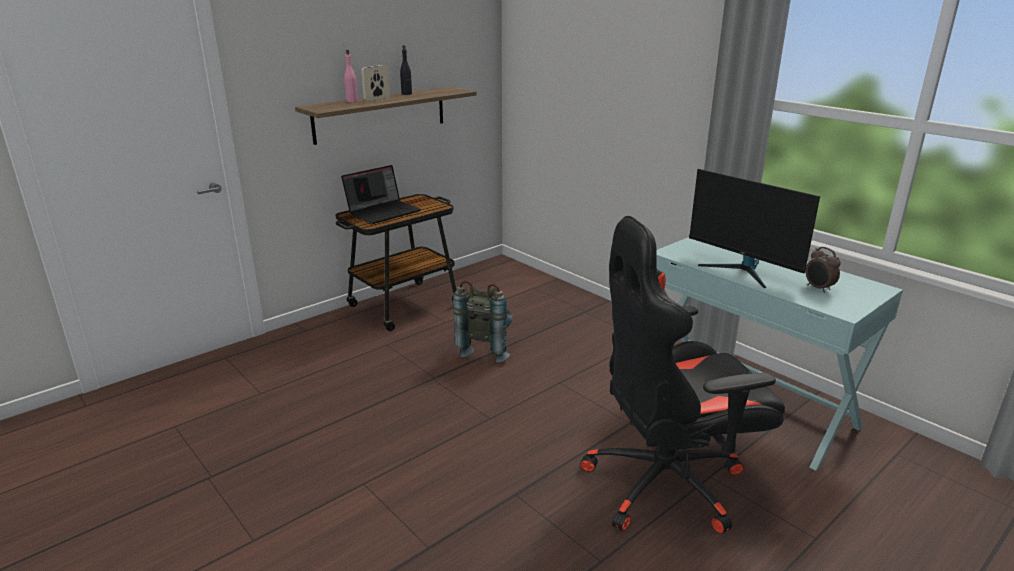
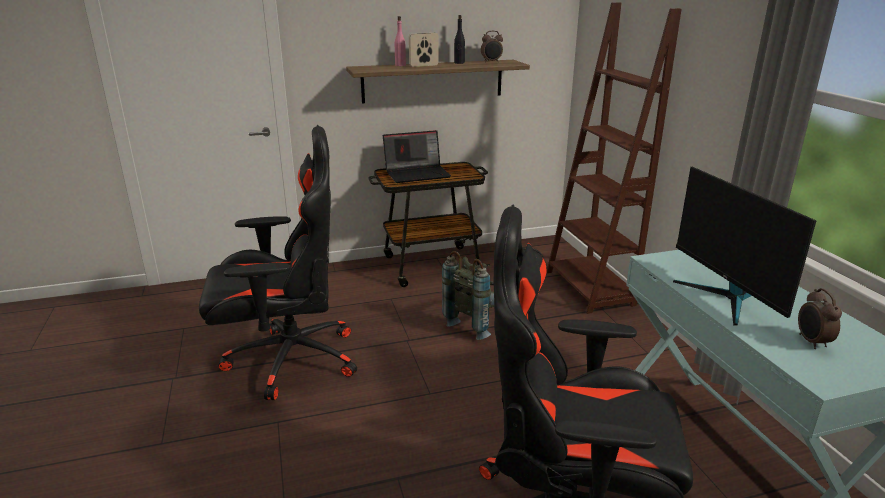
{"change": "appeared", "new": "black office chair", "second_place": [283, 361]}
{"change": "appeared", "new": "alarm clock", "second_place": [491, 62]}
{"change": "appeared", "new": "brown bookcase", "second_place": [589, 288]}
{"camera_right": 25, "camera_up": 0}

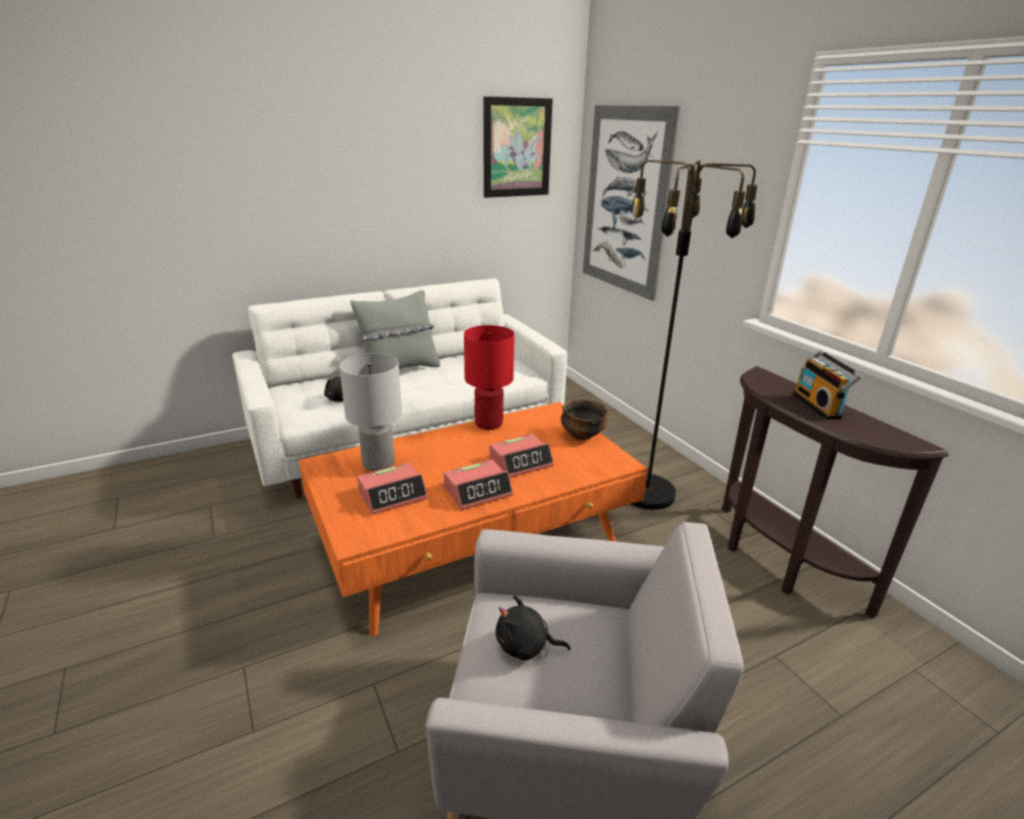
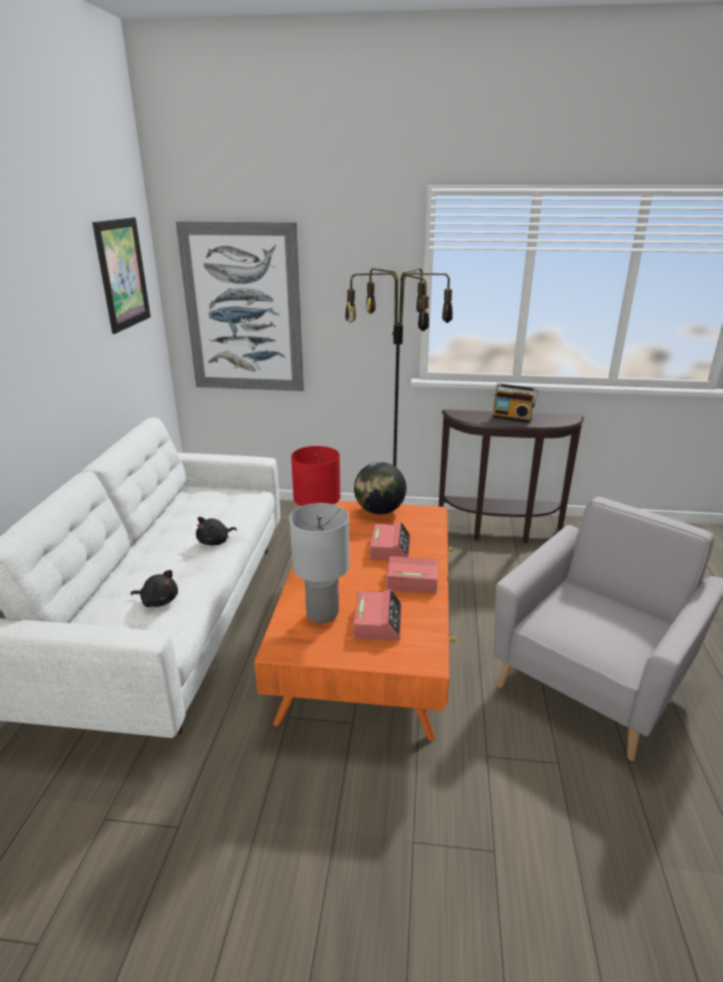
{"change": "missing", "old": "grey pillow", "first_place": [399, 369]}
{"change": "spun", "old": "alarm clock", "first_place": [478, 491], "second_place": [411, 580], "degrees": -90}
{"change": "relocated", "old": "black plush toy", "first_place": [526, 646], "second_place": [215, 541]}
{"change": "exchanged", "old": "bowl", "new": "globe", "first_place": [582, 435], "second_place": [379, 511]}
{"camera_right": -55, "camera_up": 0}

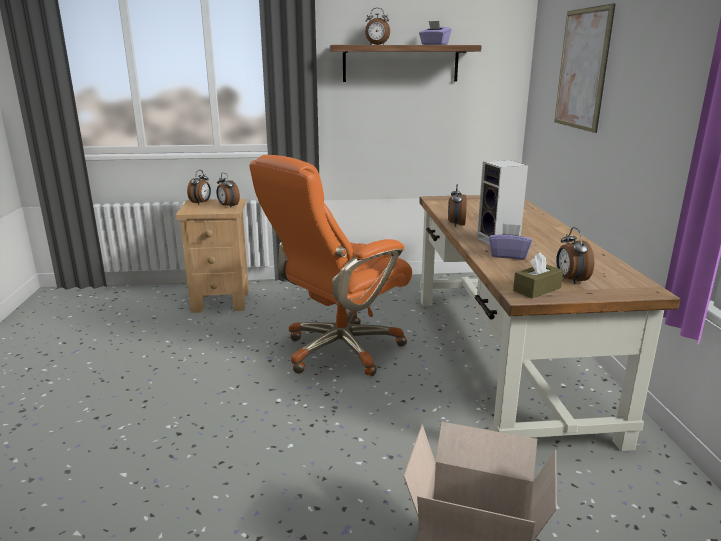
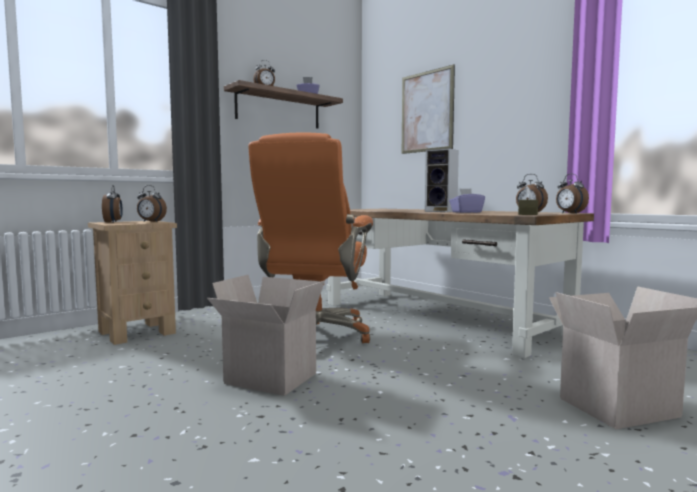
{"change": "relocated", "old": "alarm clock", "first_place": [456, 224], "second_place": [569, 213]}
{"change": "appeared", "new": "cardboard box", "second_place": [268, 379]}
{"camera_right": -35, "camera_up": -15}

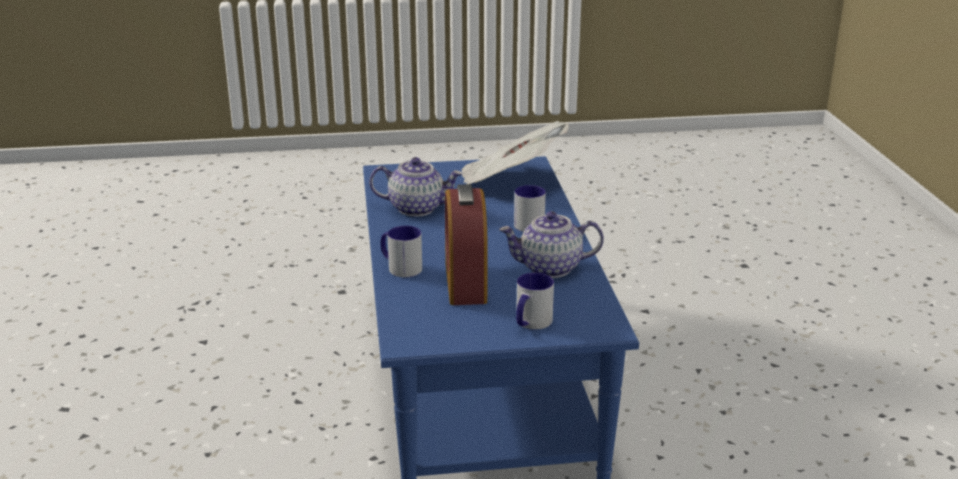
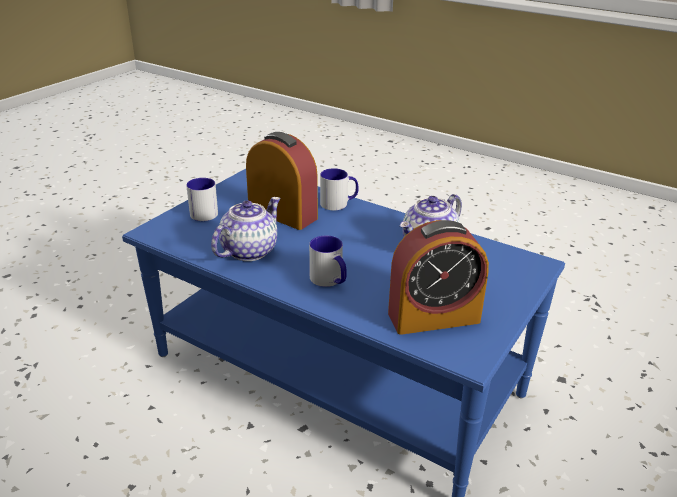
{"change": "exchanged", "old": "newspaper", "new": "alarm clock", "first_place": [509, 181], "second_place": [433, 317]}
{"camera_right": 130, "camera_up": 5}

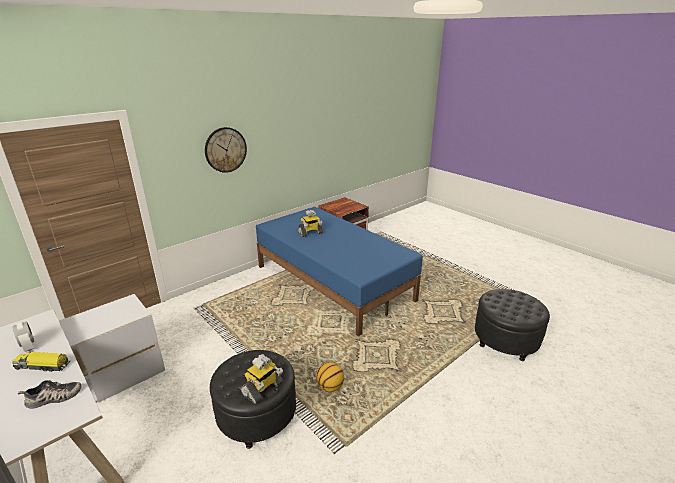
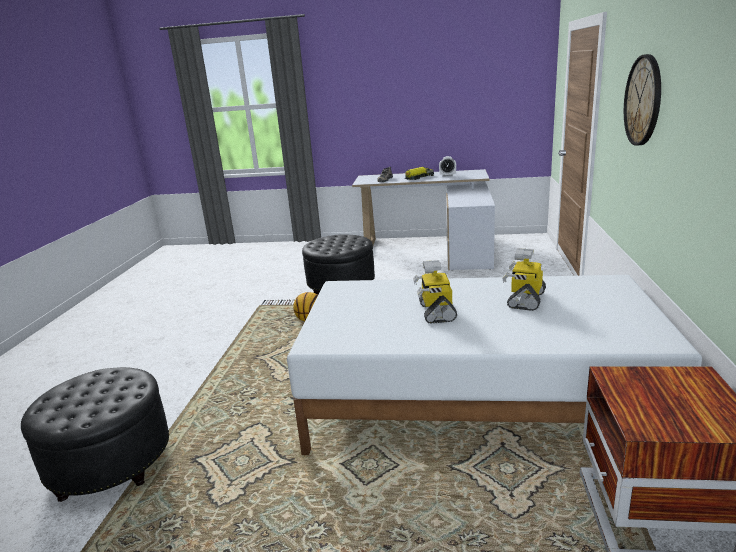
{"change": "relocated", "old": "toy robot", "first_place": [262, 389], "second_place": [436, 312]}
{"change": "colour", "old": "blue bed", "new": "white bed", "first_place": [333, 282], "second_place": [477, 405]}
{"camera_right": 140, "camera_up": -5}

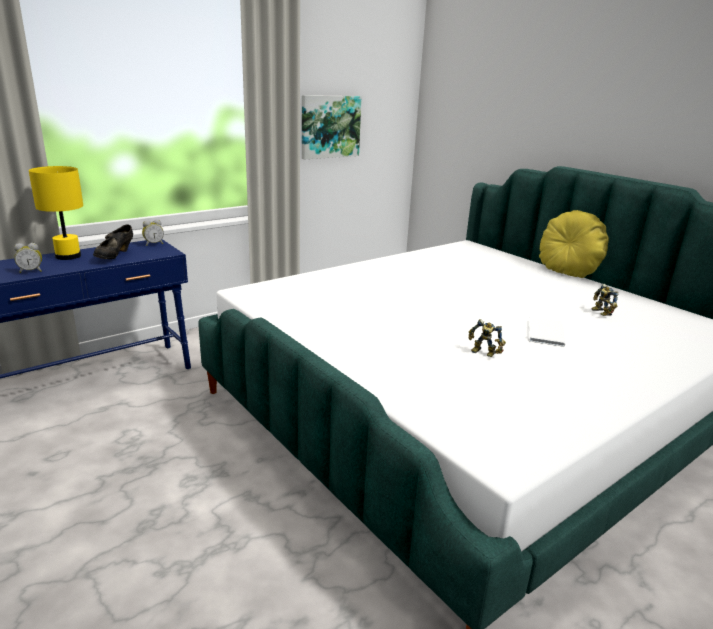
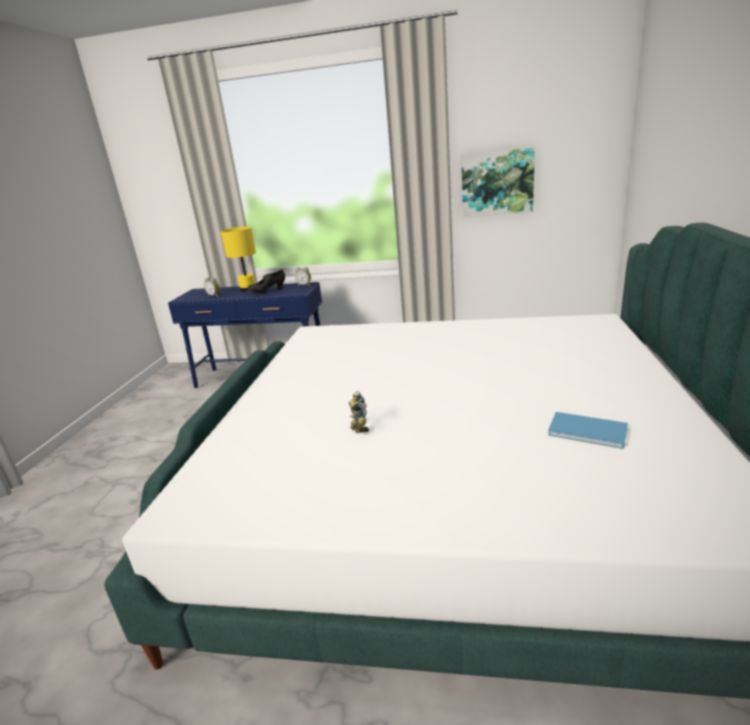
{"change": "missing", "old": "white book", "first_place": [544, 333]}
{"change": "missing", "old": "yellow pillow", "first_place": [567, 273]}
{"change": "exchanged", "old": "toy robot", "new": "blue book", "first_place": [600, 312], "second_place": [589, 432]}
{"camera_right": 50, "camera_up": 0}

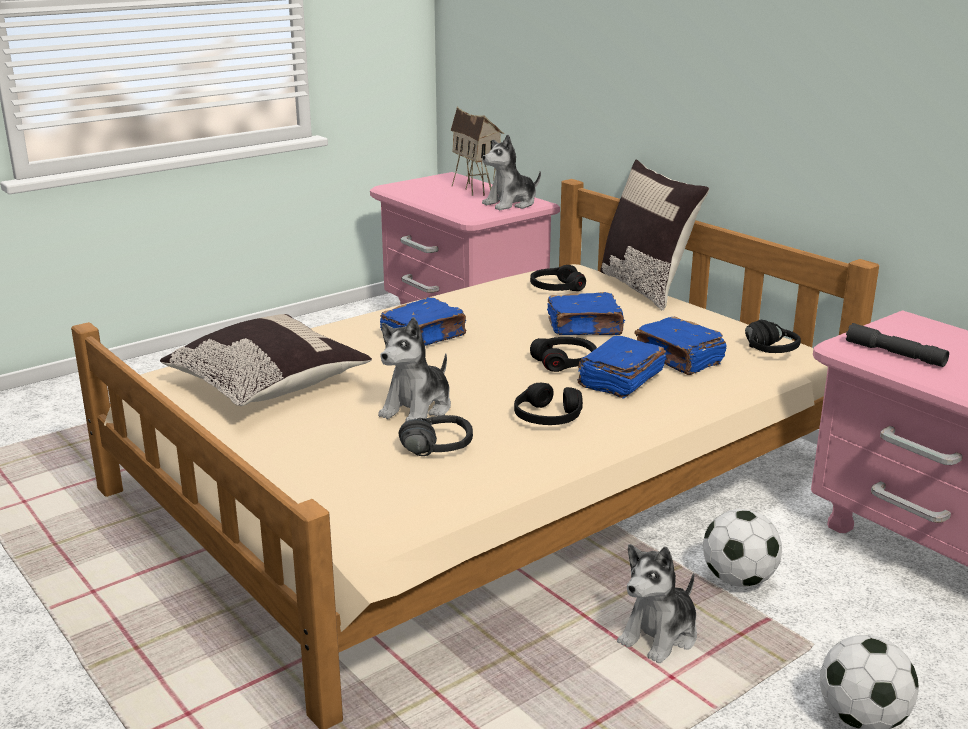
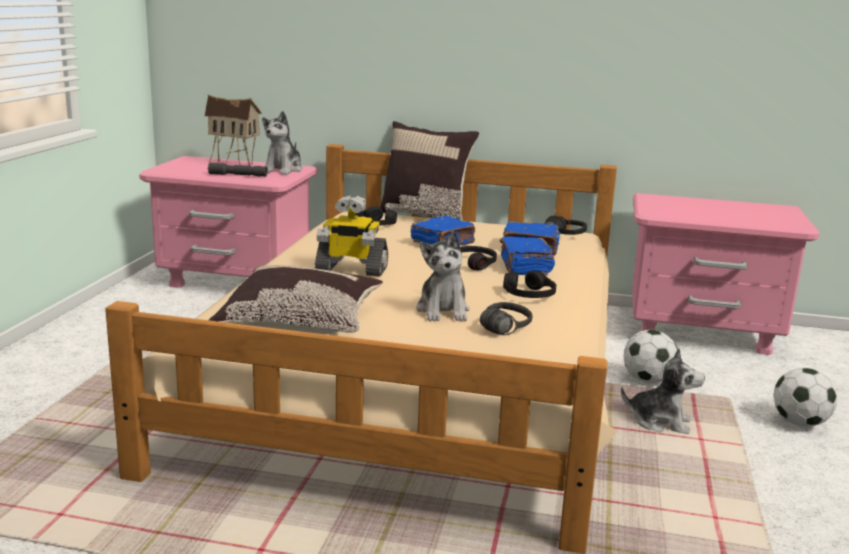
{"change": "exchanged", "old": "blue book", "new": "toy robot", "first_place": [424, 337], "second_place": [351, 269]}
{"change": "spun", "old": "plush toy", "first_place": [660, 636], "second_place": [660, 422], "degrees": -75}
{"change": "relocated", "old": "grey flashlight", "first_place": [895, 354], "second_place": [238, 175]}
{"camera_right": -40, "camera_up": -5}

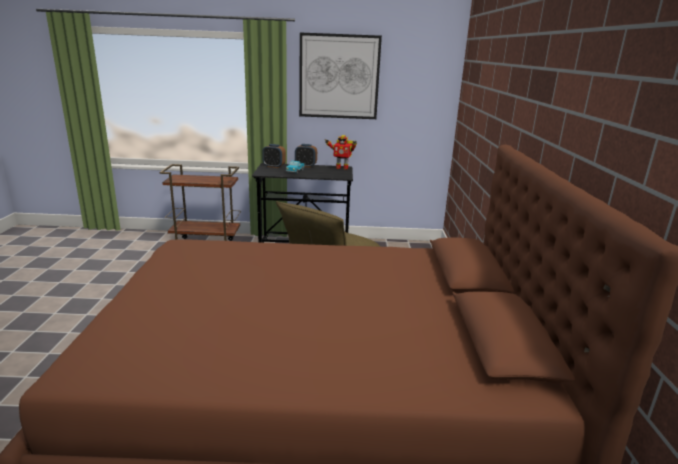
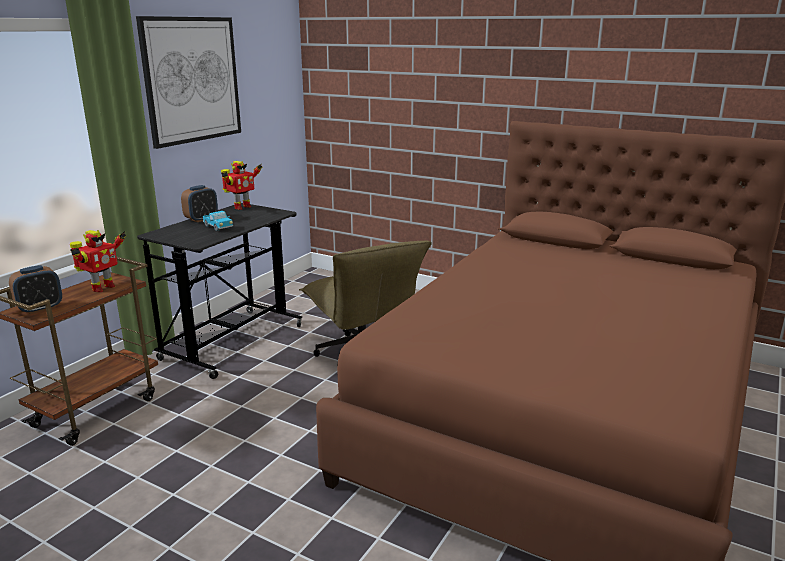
{"change": "relocated", "old": "alarm clock", "first_place": [274, 166], "second_place": [40, 308]}
{"change": "appeared", "new": "toy robot", "second_place": [101, 288]}
{"camera_right": -60, "camera_up": 0}

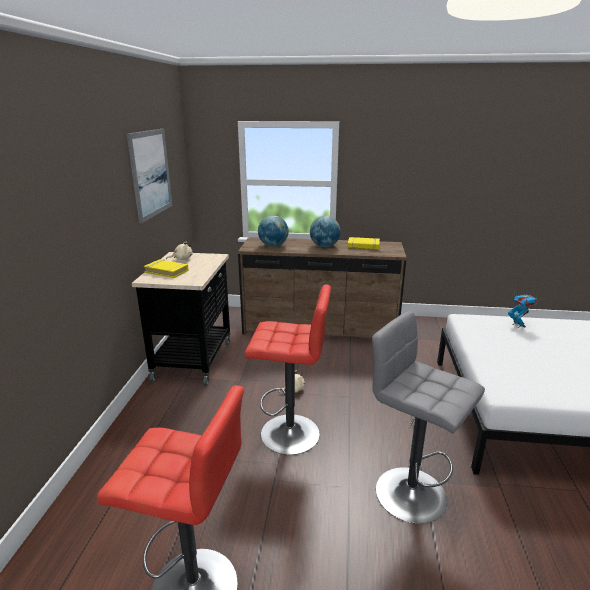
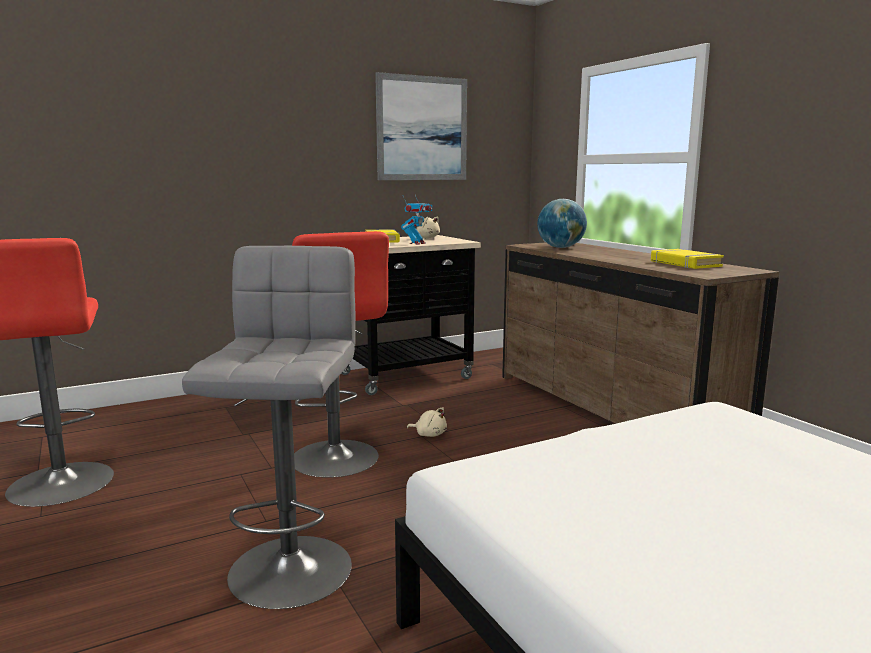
{"change": "missing", "old": "globe", "first_place": [324, 246]}
{"change": "relocated", "old": "toy robot", "first_place": [518, 325], "second_place": [417, 243]}
{"camera_right": 55, "camera_up": -10}

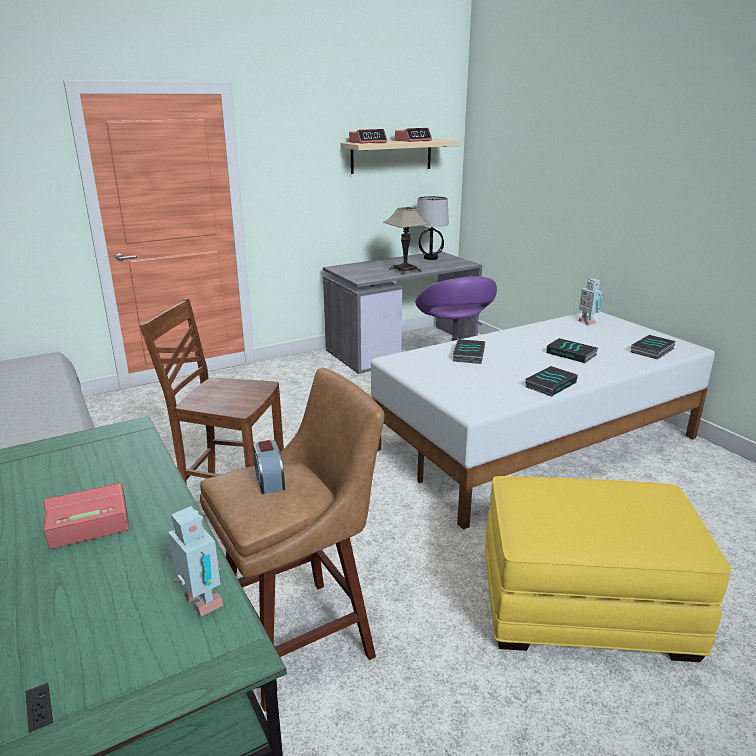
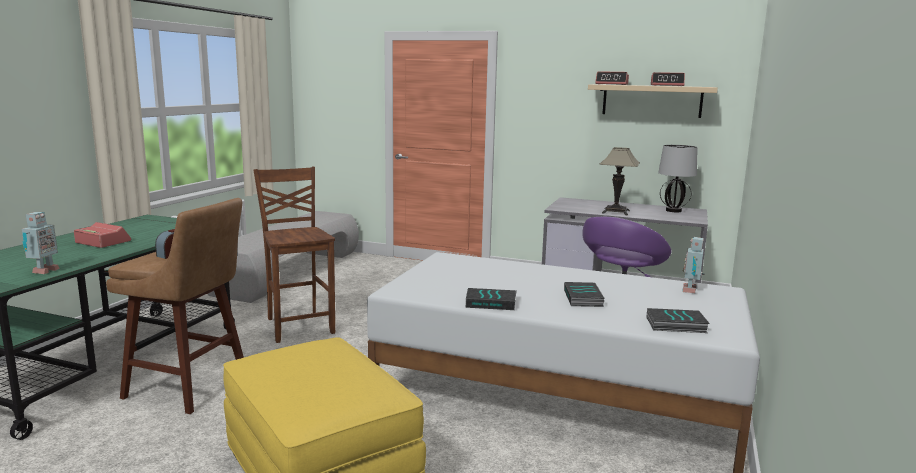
{"change": "missing", "old": "book", "first_place": [468, 354]}
{"camera_right": 50, "camera_up": -10}

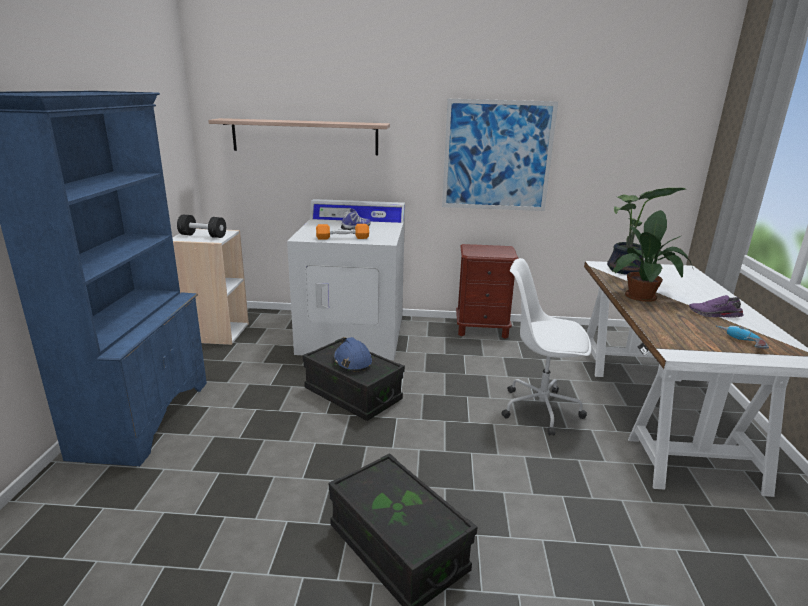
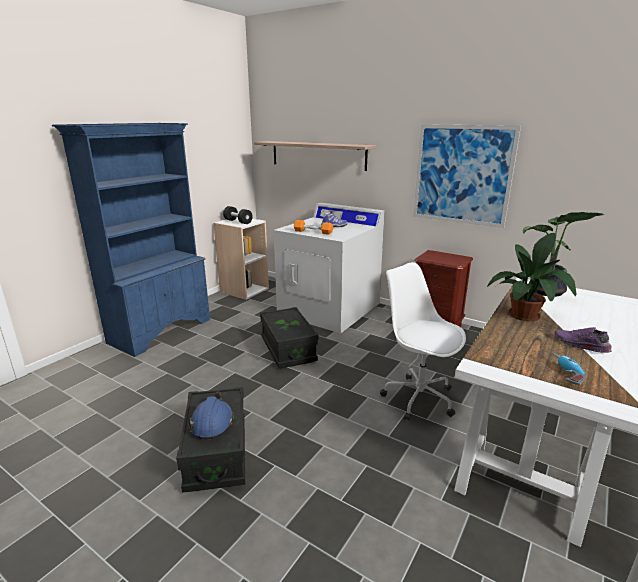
{"change": "relocated", "old": "blue hard hat", "first_place": [352, 361], "second_place": [212, 422]}
{"camera_right": 30, "camera_up": 0}

